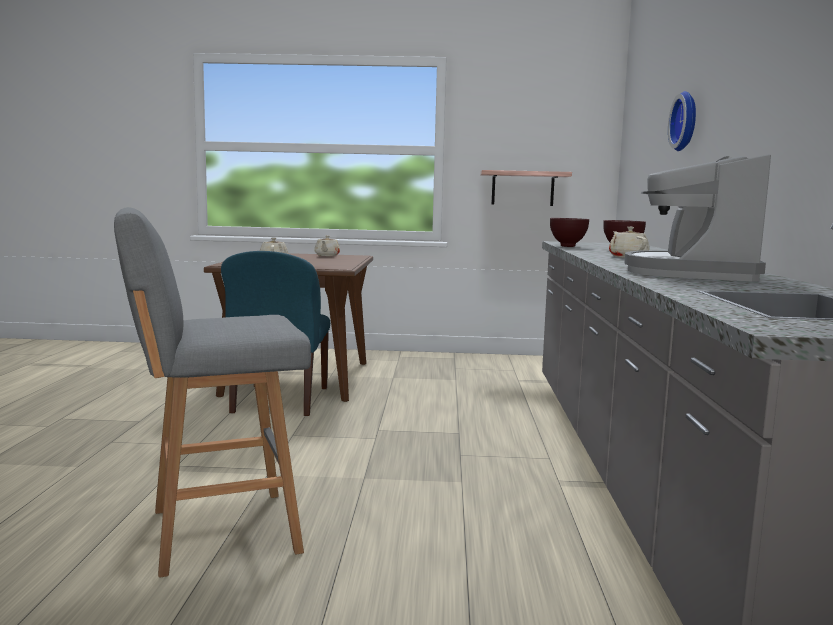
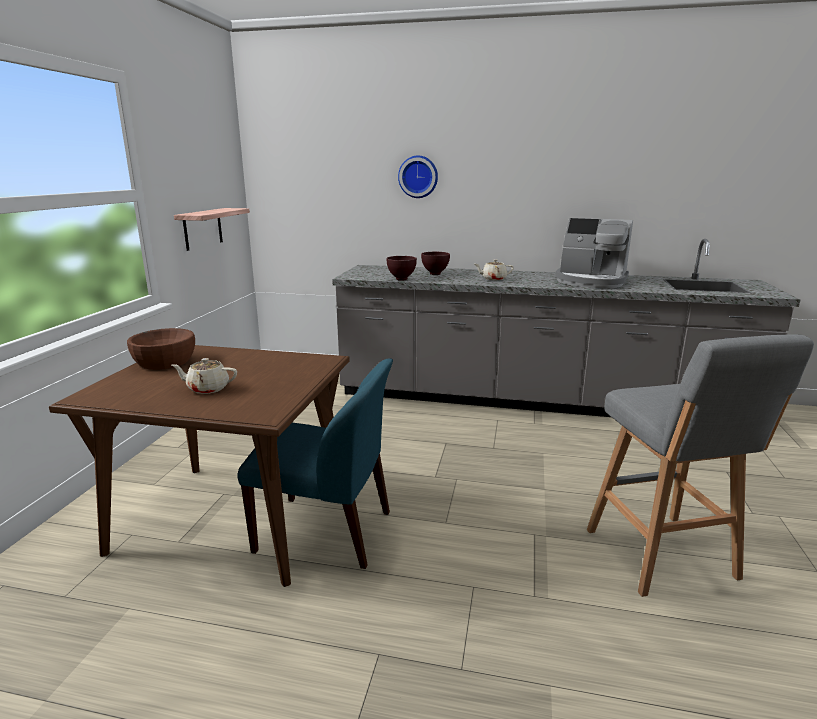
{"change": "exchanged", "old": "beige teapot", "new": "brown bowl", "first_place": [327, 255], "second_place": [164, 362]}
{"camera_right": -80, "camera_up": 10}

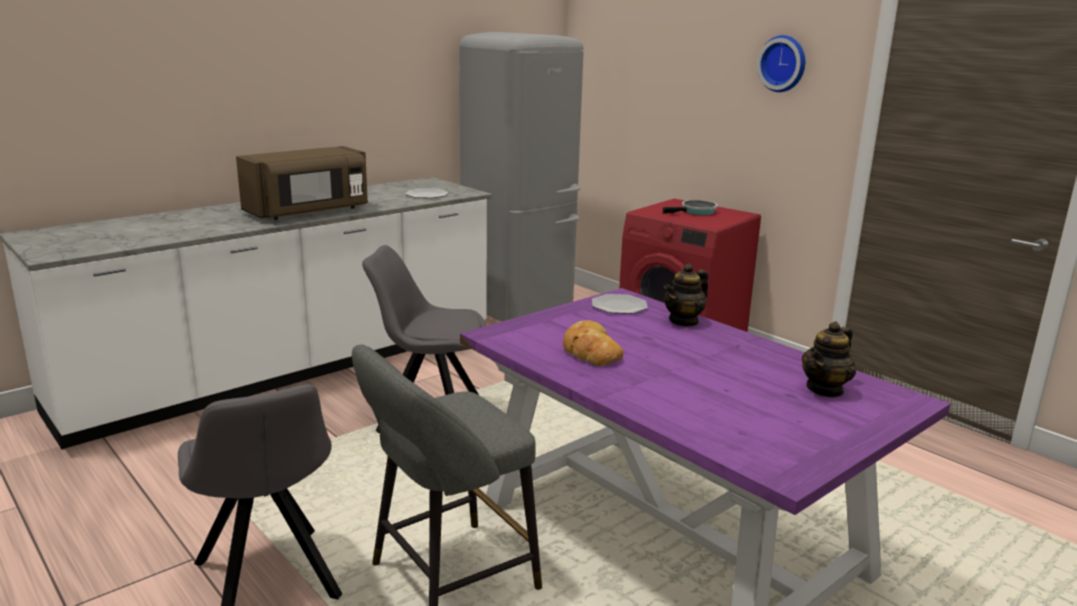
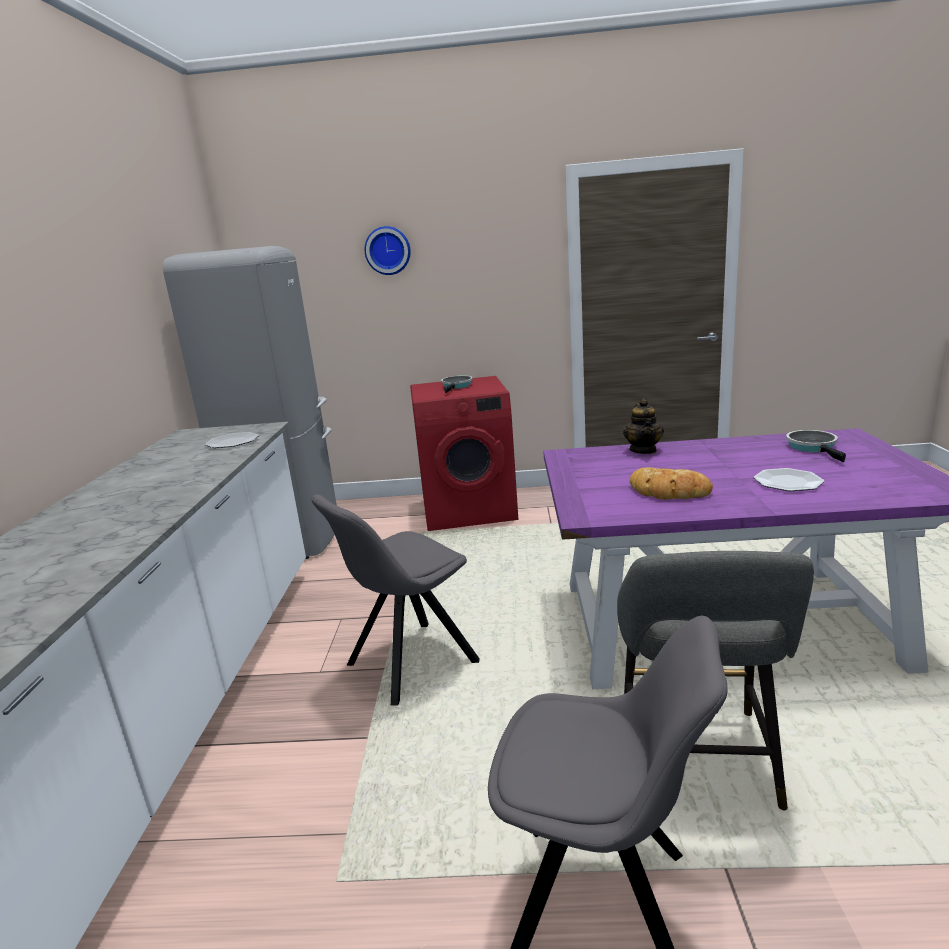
{"change": "missing", "old": "brown microwave", "first_place": [308, 212]}
{"change": "relocated", "old": "plate", "first_place": [619, 306], "second_place": [788, 482]}
{"change": "relocated", "old": "wall clock", "first_place": [783, 63], "second_place": [388, 250]}
{"change": "exchanged", "old": "teapot", "new": "frying pan", "first_place": [825, 389], "second_place": [813, 447]}
{"camera_right": -45, "camera_up": 0}

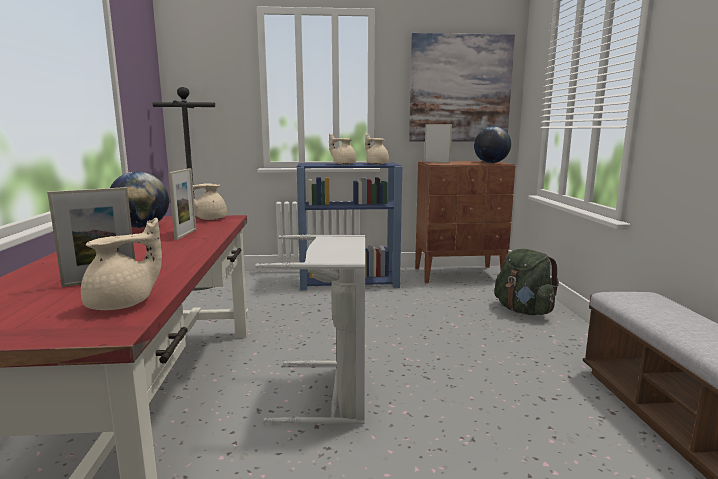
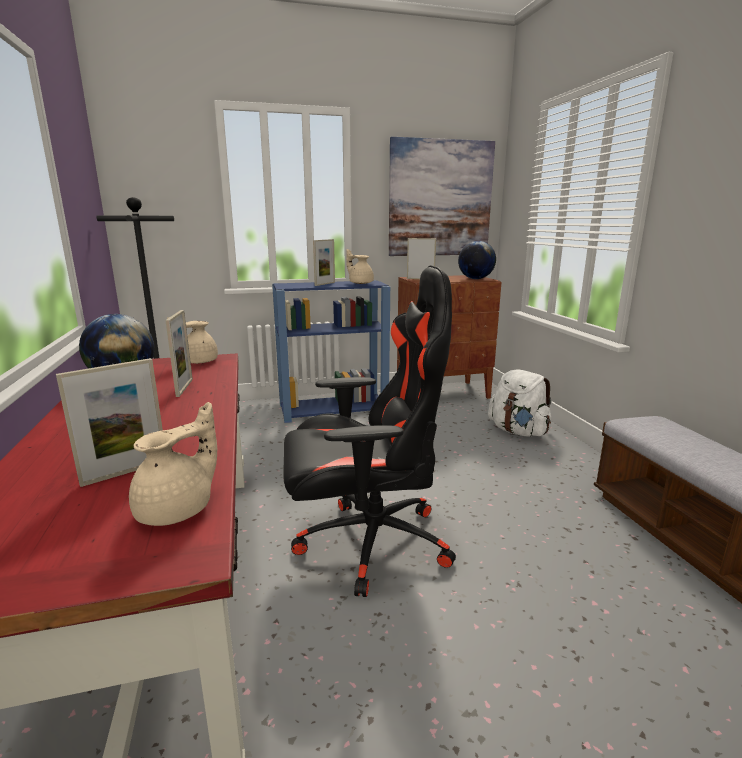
{"change": "exchanged", "old": "grey laundry basket", "new": "black office chair", "first_place": [334, 391], "second_place": [362, 545]}
{"change": "exchanged", "old": "beige teapot", "new": "picture frame", "first_place": [343, 164], "second_place": [325, 284]}
{"change": "colour", "old": "green backpack", "new": "white backpack", "first_place": [523, 311], "second_place": [518, 431]}
{"camera_right": -10, "camera_up": 5}

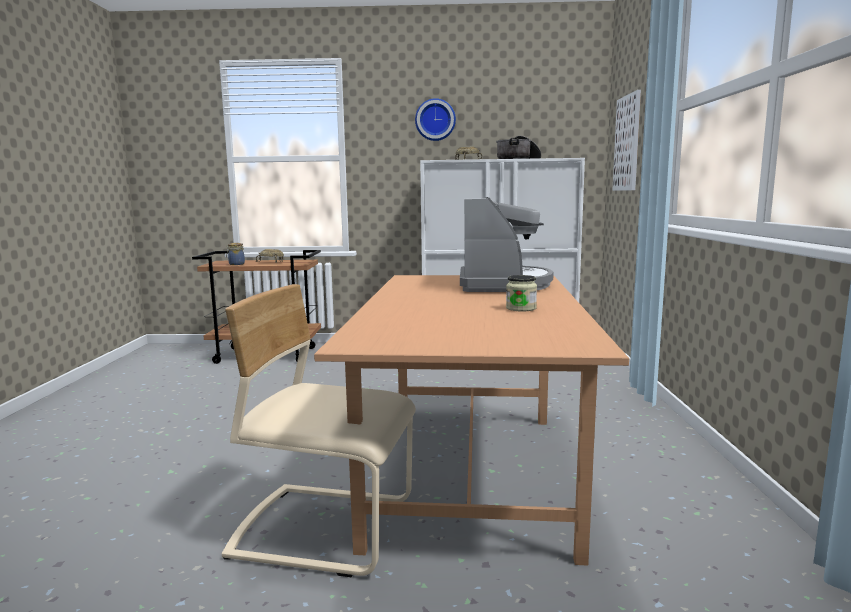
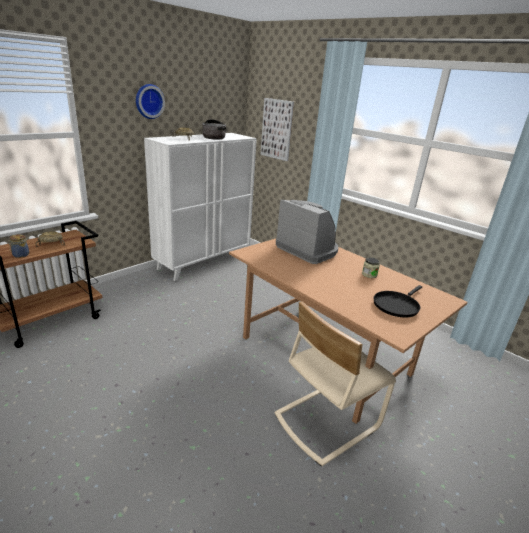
{"change": "appeared", "new": "black frying pan", "second_place": [396, 305]}
{"camera_right": -50, "camera_up": 15}

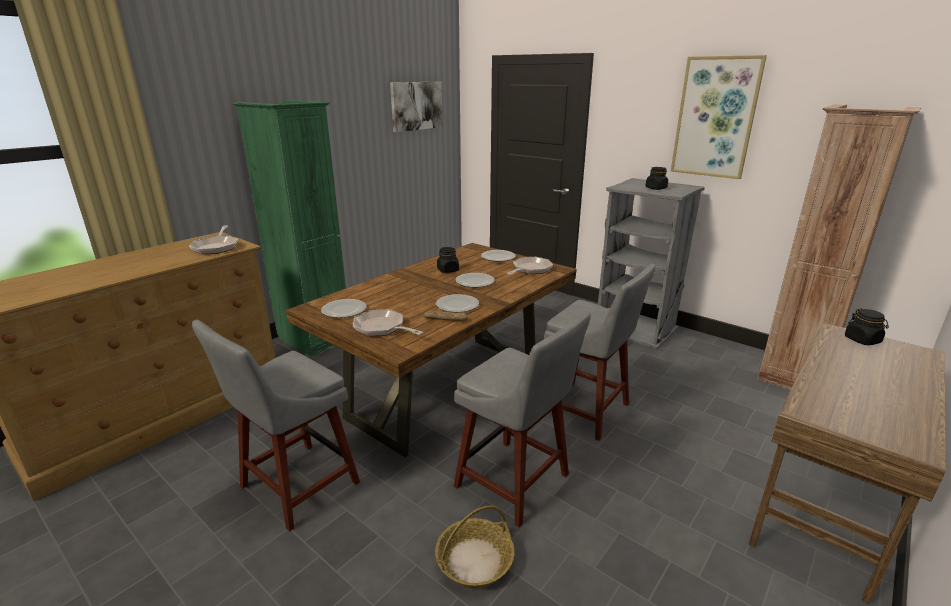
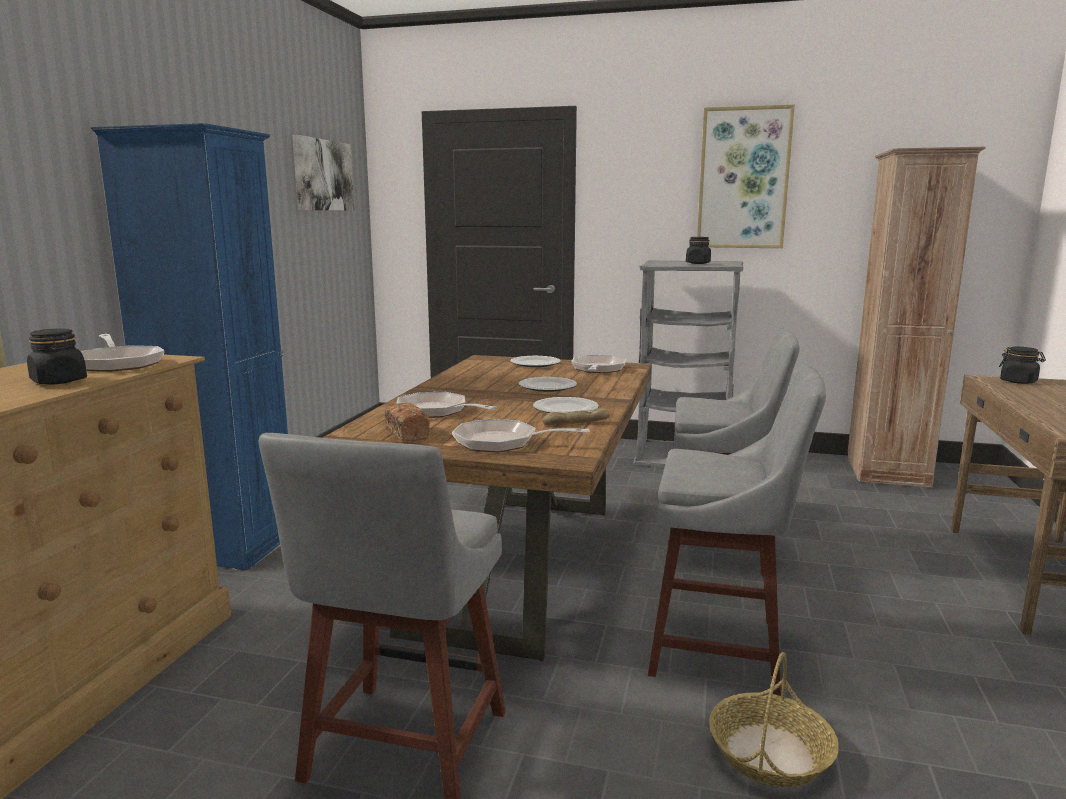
{"change": "colour", "old": "green cabinet", "new": "blue cabinet", "first_place": [315, 338], "second_place": [229, 545]}
{"change": "exchanged", "old": "plate", "new": "bread", "first_place": [343, 310], "second_place": [406, 434]}
{"change": "relocated", "old": "black jar", "first_place": [448, 270], "second_place": [59, 381]}
{"change": "appeared", "new": "frying pan", "second_place": [437, 411]}
{"camera_right": -25, "camera_up": -10}

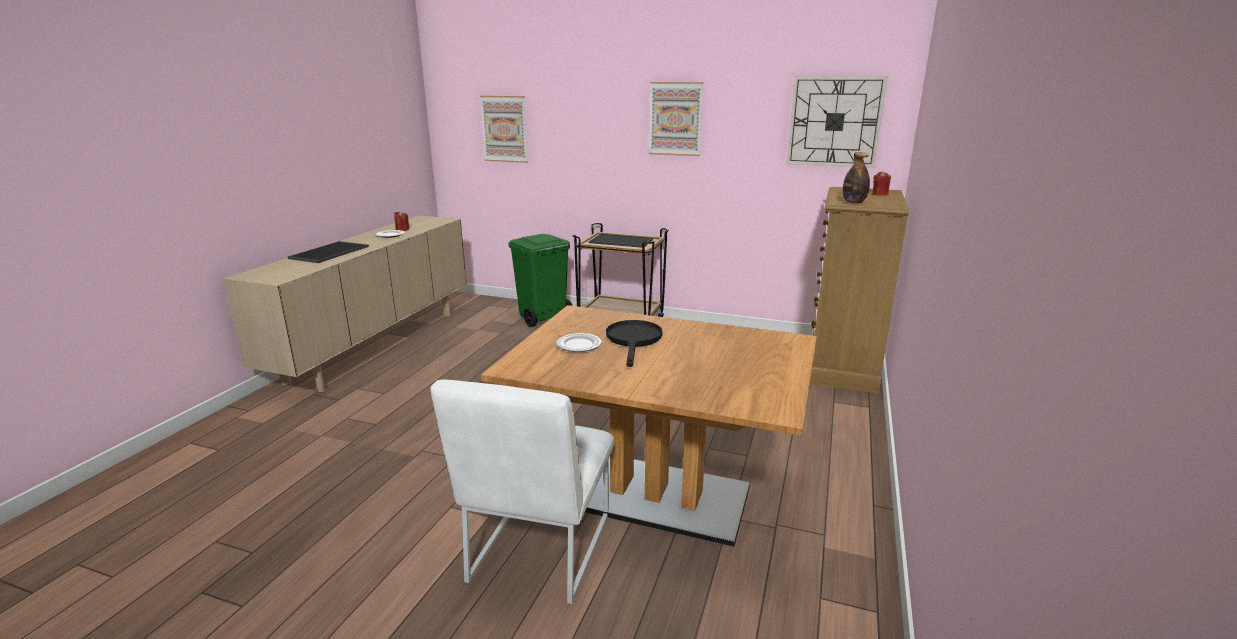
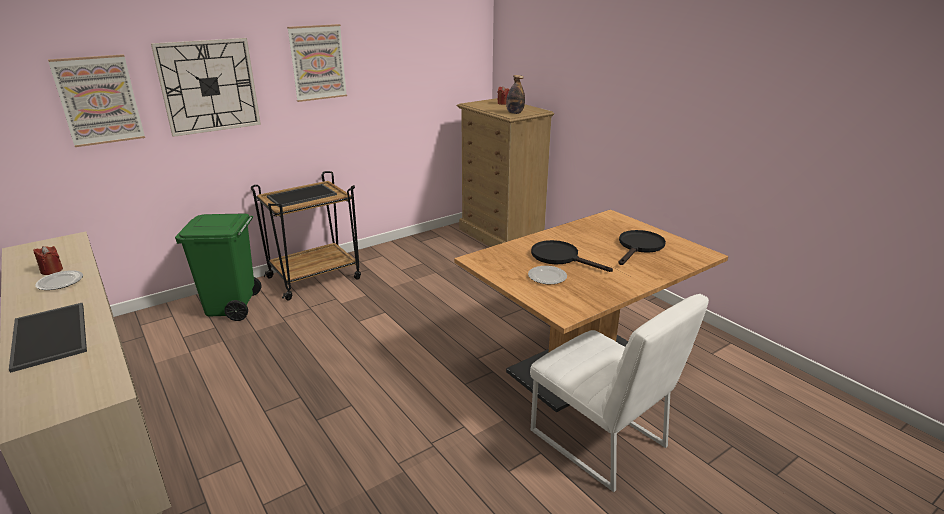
{"change": "relocated", "old": "wall clock", "first_place": [834, 121], "second_place": [209, 86]}
{"change": "appeared", "new": "black frying pan", "second_place": [639, 247]}
{"camera_right": -55, "camera_up": 5}

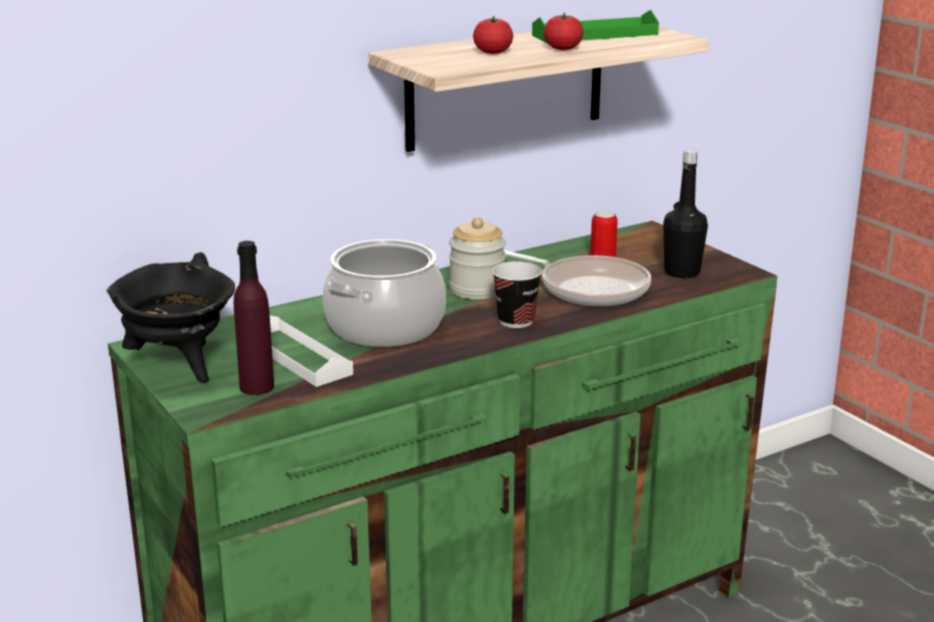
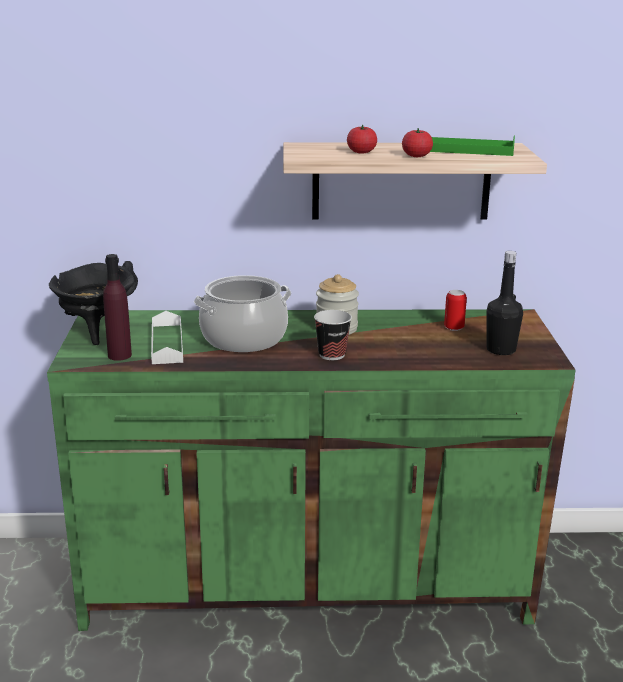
{"change": "missing", "old": "frying pan", "first_place": [588, 288]}
{"camera_right": 30, "camera_up": 0}

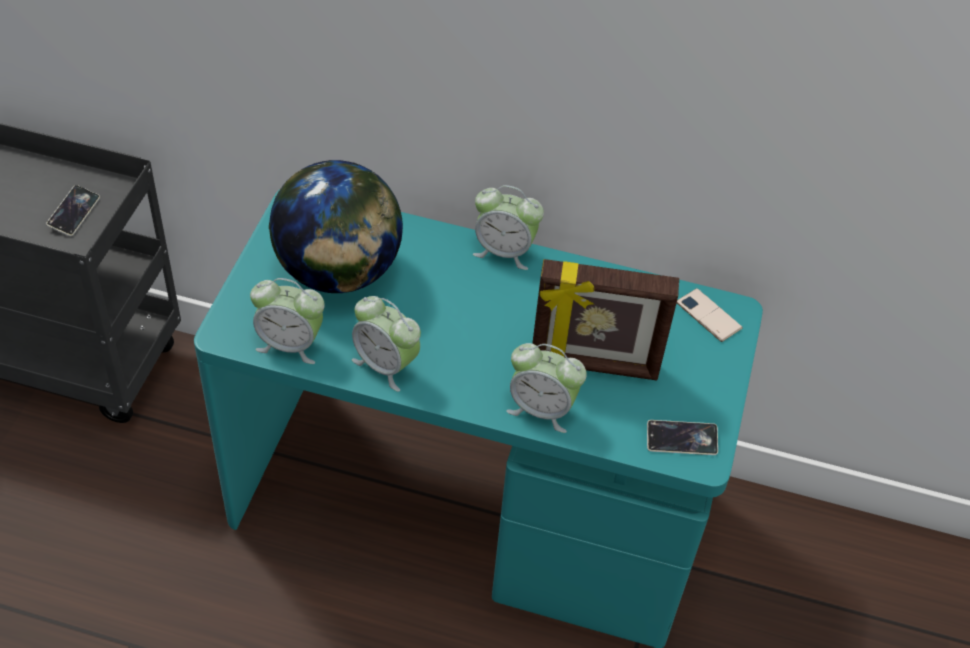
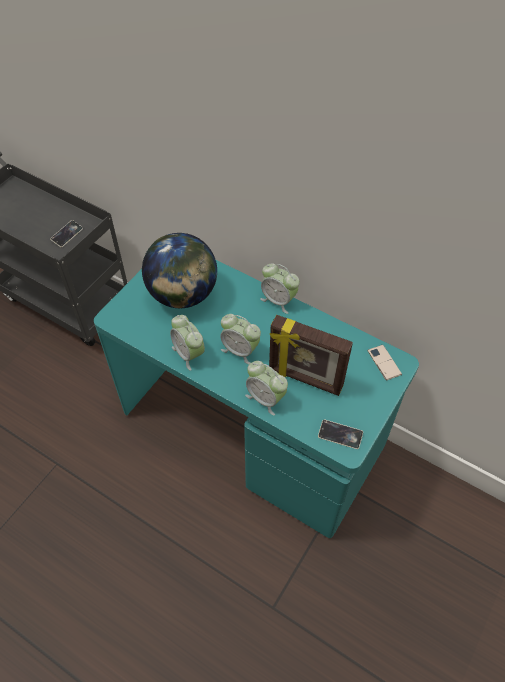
{"change": "relocated", "old": "alarm clock", "first_place": [290, 344], "second_place": [240, 350]}
{"camera_right": 20, "camera_up": 5}

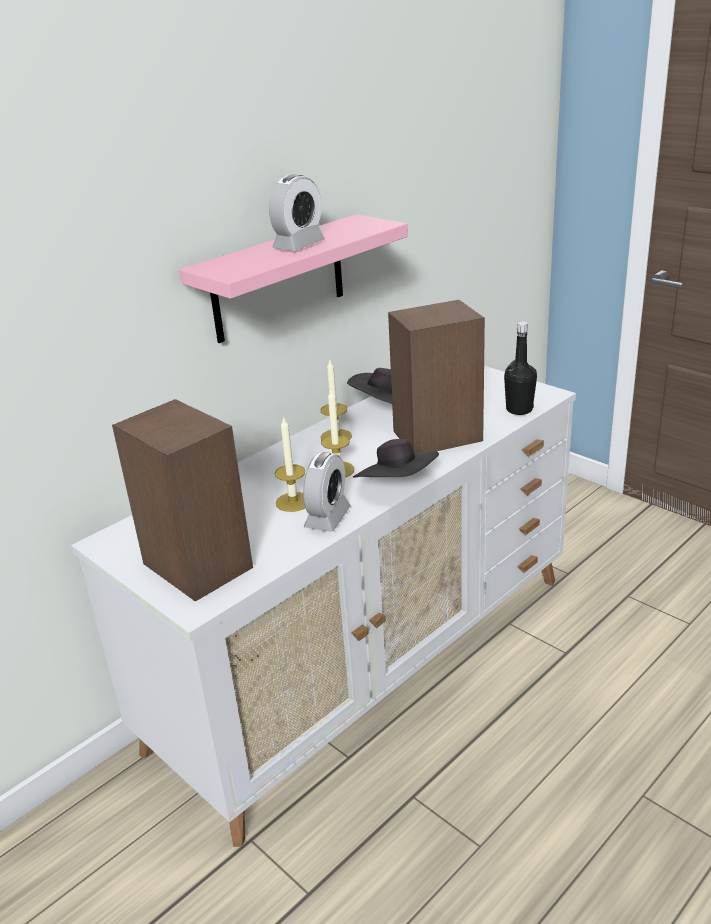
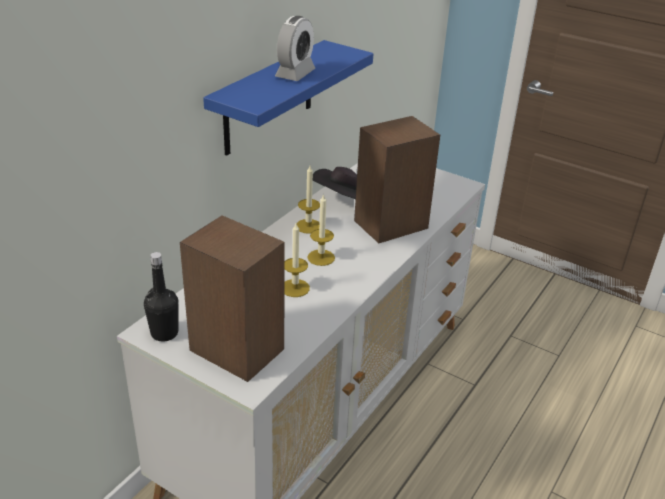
{"change": "colour", "old": "pink shelf", "new": "blue shelf", "first_place": [278, 279], "second_place": [269, 98]}
{"change": "missing", "old": "alarm clock", "first_place": [327, 518]}
{"change": "missing", "old": "black hat", "first_place": [398, 486]}
{"change": "relocated", "old": "black bottle", "first_place": [519, 409], "second_place": [164, 333]}
{"camera_right": -15, "camera_up": 5}

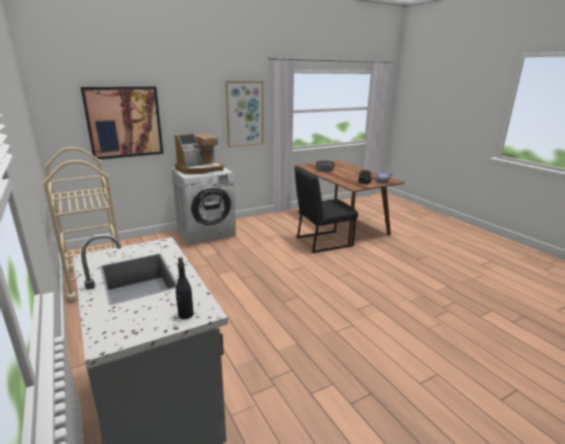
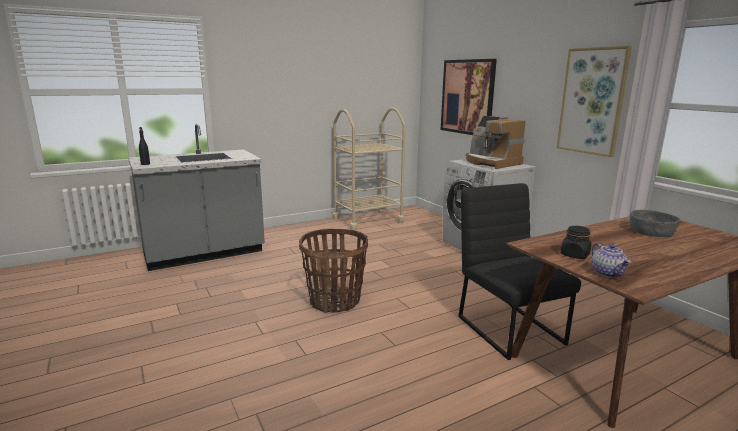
{"change": "appeared", "new": "basket", "second_place": [335, 301]}
{"camera_right": 90, "camera_up": -5}

